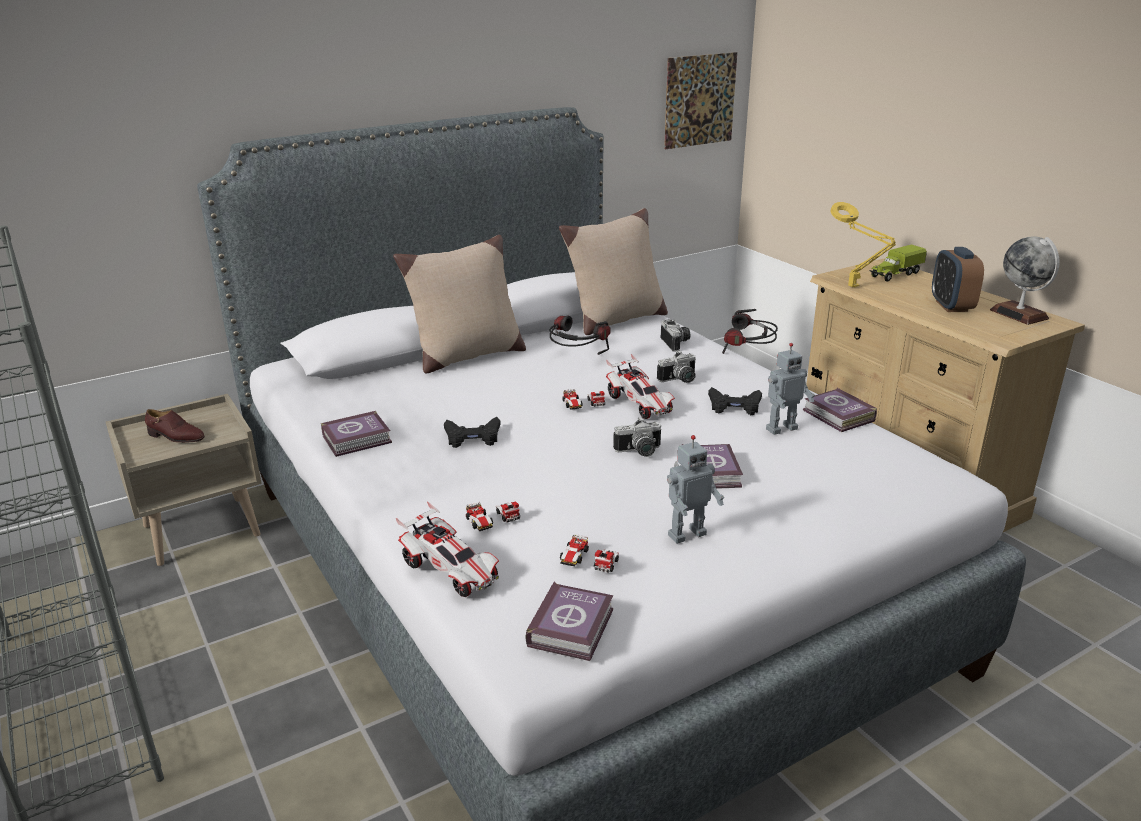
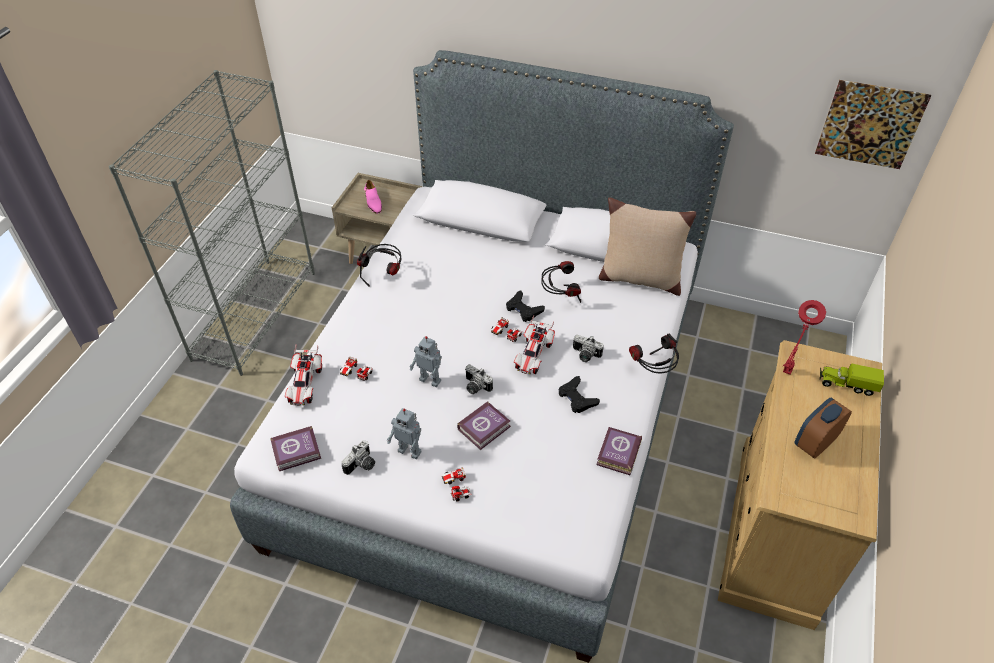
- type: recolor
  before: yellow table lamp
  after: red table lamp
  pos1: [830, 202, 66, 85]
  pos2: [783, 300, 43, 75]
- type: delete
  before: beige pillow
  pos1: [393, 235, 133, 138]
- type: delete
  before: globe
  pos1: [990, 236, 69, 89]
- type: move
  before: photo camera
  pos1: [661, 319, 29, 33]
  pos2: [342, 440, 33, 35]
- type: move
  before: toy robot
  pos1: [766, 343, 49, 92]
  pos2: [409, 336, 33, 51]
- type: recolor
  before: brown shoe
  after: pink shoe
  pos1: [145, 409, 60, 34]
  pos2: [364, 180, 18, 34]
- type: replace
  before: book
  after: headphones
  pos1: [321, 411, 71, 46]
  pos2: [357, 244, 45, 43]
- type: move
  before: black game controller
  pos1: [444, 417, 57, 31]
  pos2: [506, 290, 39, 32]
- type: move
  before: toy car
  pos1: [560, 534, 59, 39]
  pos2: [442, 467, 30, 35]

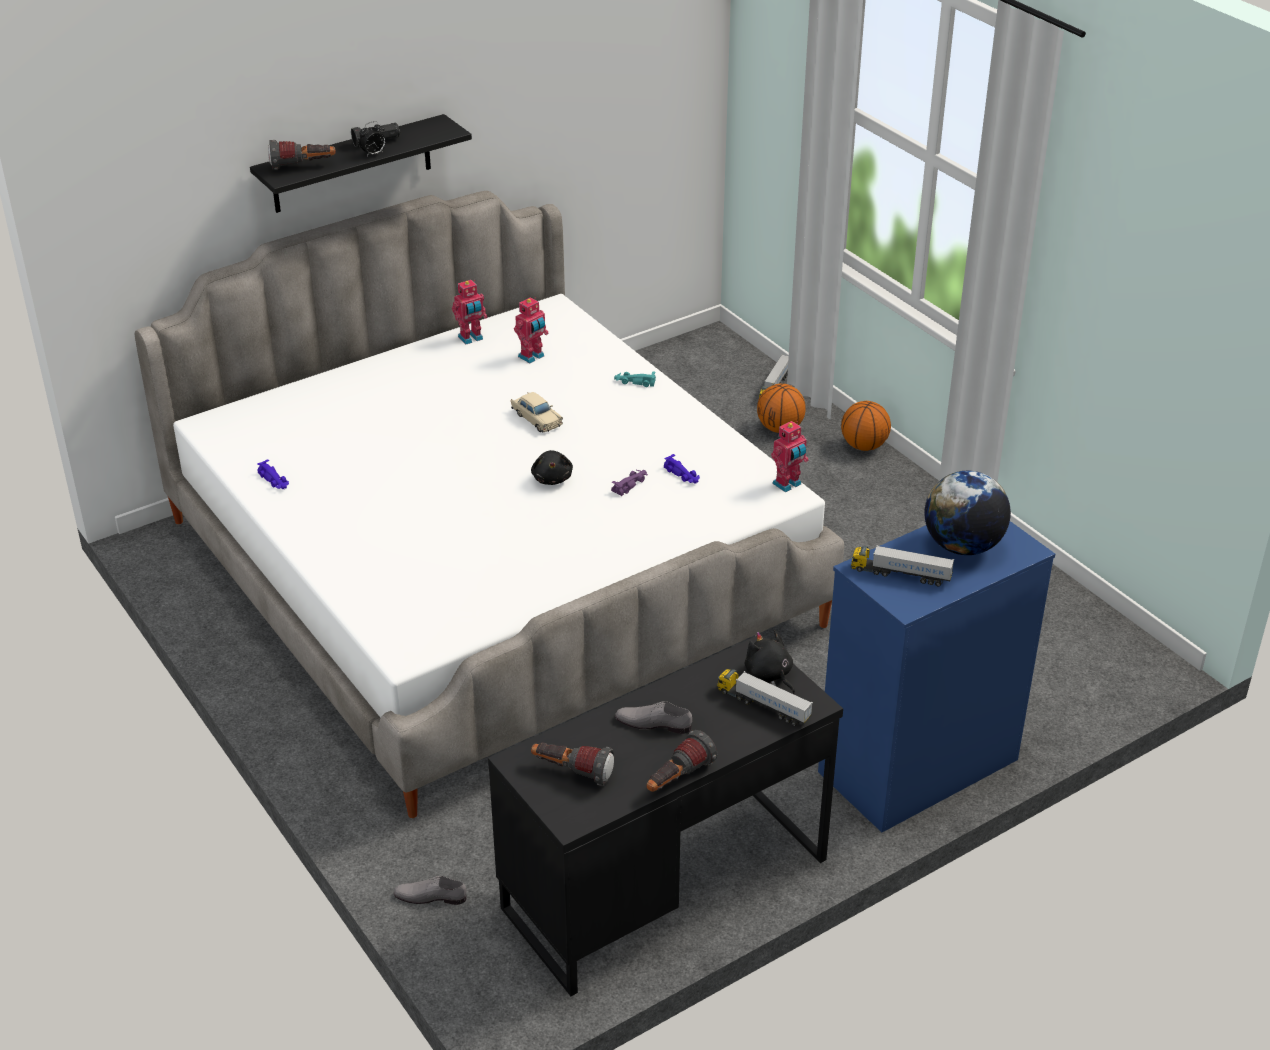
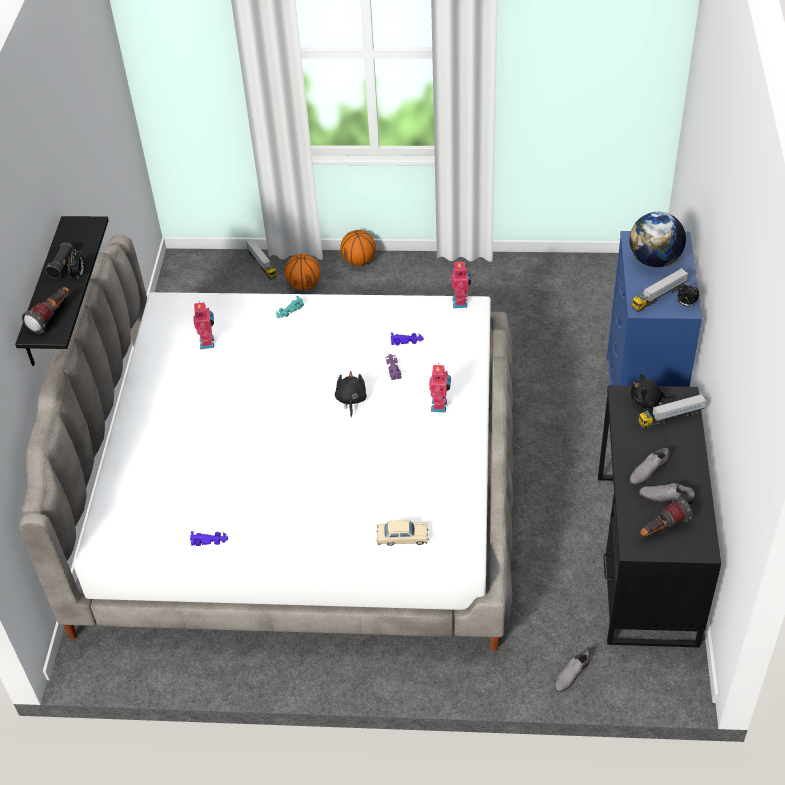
- type: move
  before: toy robot
  pos1: [452, 280, 35, 64]
  pos2: [429, 363, 22, 50]
- type: move
  before: beige toy car
  pos1: [511, 392, 52, 40]
  pos2: [377, 520, 52, 26]
- type: rotate
  before: black plush toy
  pos1: [531, 450, 42, 35]
  pos2: [335, 371, 32, 46]
  turn: -120
- type: delete
  before: flashlight
  pos1: [646, 730, 71, 62]
- type: insert
  after: alarm clock
  pos2: [677, 283, 22, 24]
- type: insert
  after: grey shoe
  pos2: [639, 483, 56, 21]

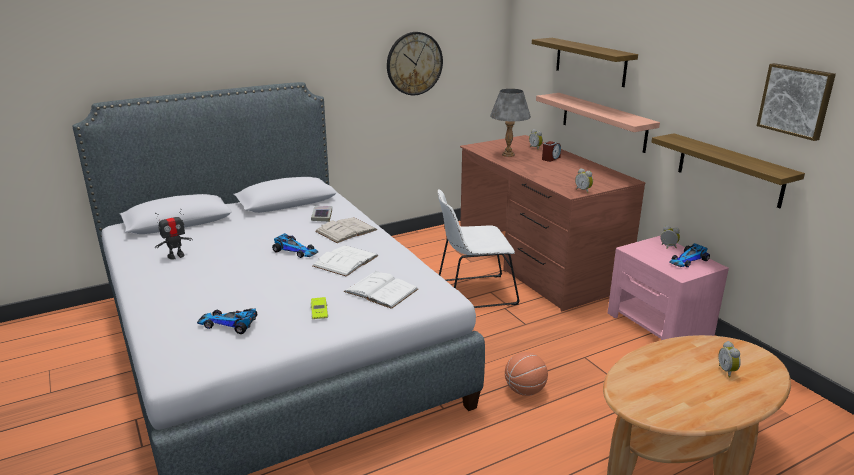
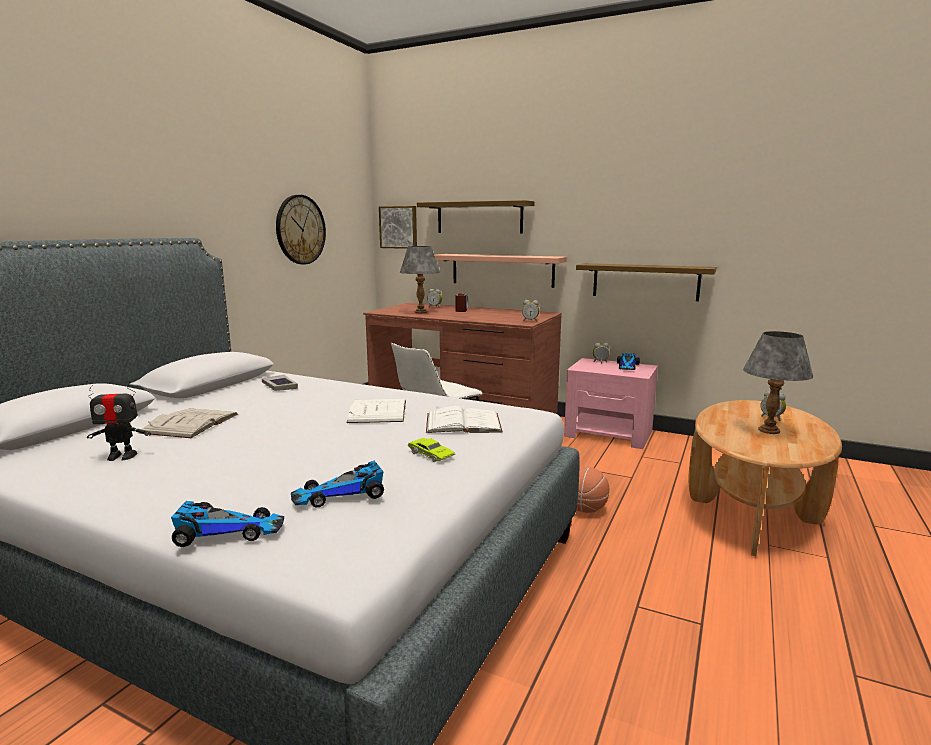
- type: move
  before: picture
  pos1: [757, 63, 79, 78]
  pos2: [379, 206, 38, 43]
- type: rotate
  before: toy robot
  pos1: [155, 209, 38, 50]
  pos2: [86, 381, 65, 80]
  turn: 60
- type: move
  before: white book
  pos1: [315, 218, 62, 25]
  pos2: [139, 408, 99, 30]
- type: move
  before: toy car
  pos1: [272, 233, 46, 25]
  pos2: [171, 501, 113, 46]
- type: insert
  after: grey table lamp
  pos2: [743, 331, 70, 103]

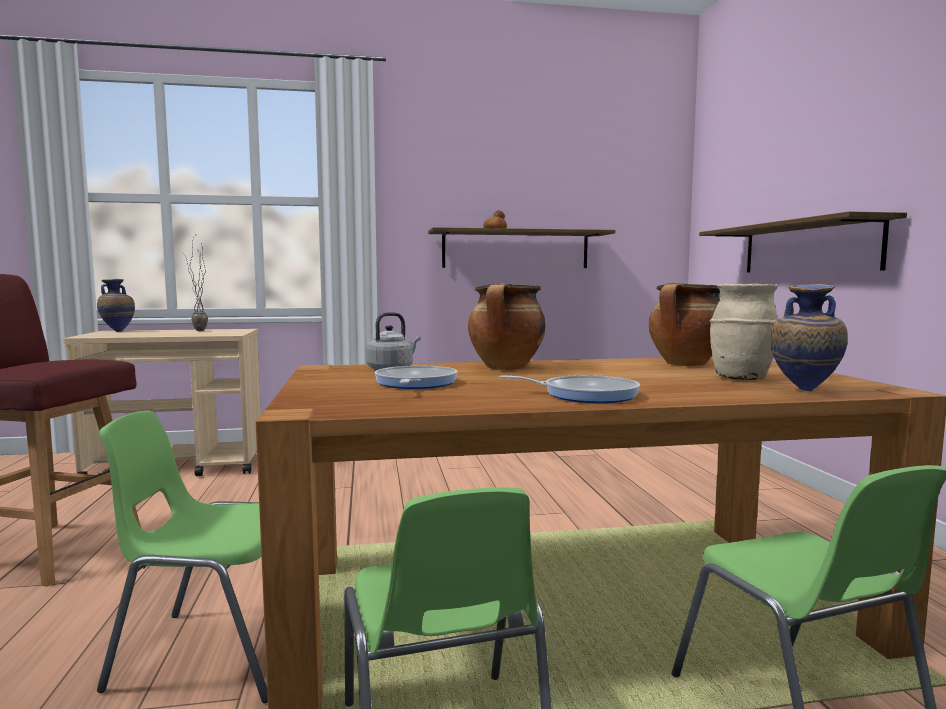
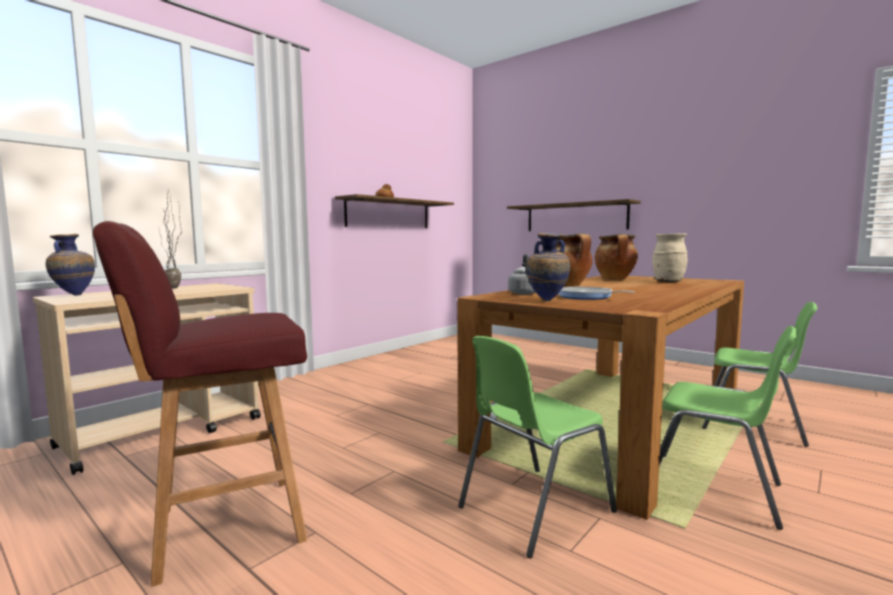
- type: move
  before: vase
  pos1: [771, 284, 77, 107]
  pos2: [526, 233, 44, 68]
- type: delete
  before: frying pan
  pos1: [499, 375, 141, 28]

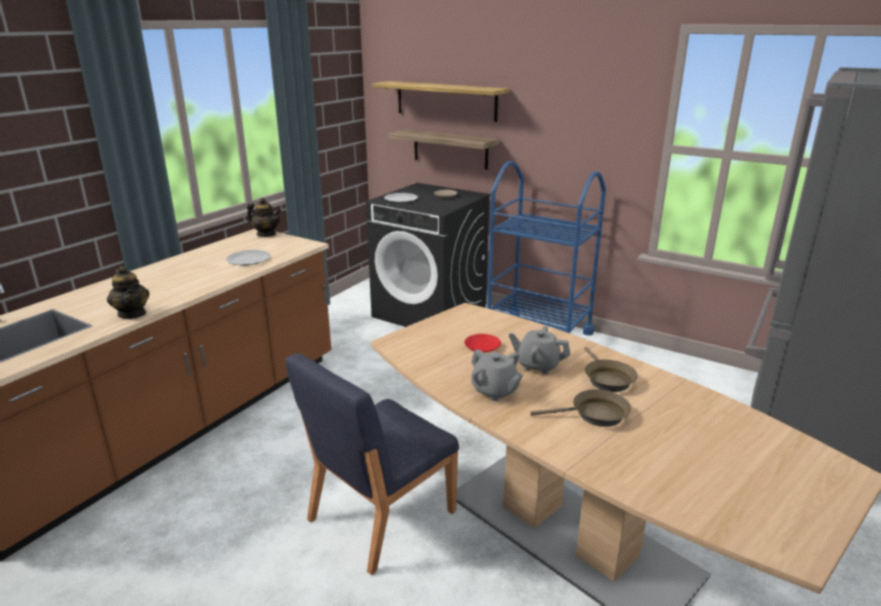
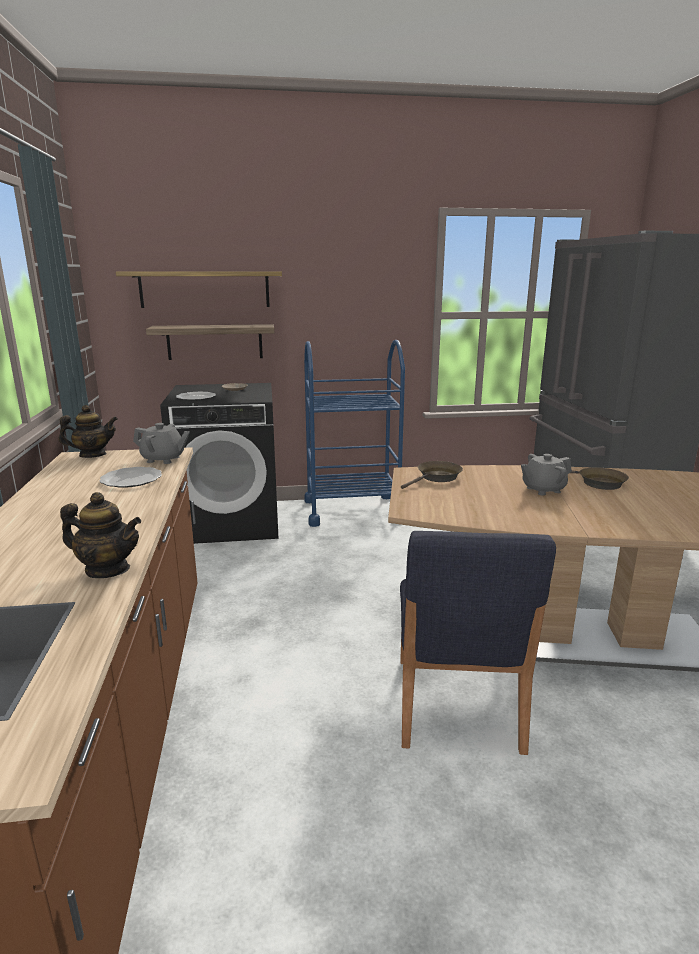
- type: delete
  before: red plate
  pos1: [464, 334, 37, 18]
- type: move
  before: grey teapot
  pos1: [471, 349, 52, 53]
  pos2: [133, 423, 57, 41]
- type: move
  before: brown frying pan
  pos1: [530, 389, 101, 38]
  pos2: [401, 461, 62, 28]

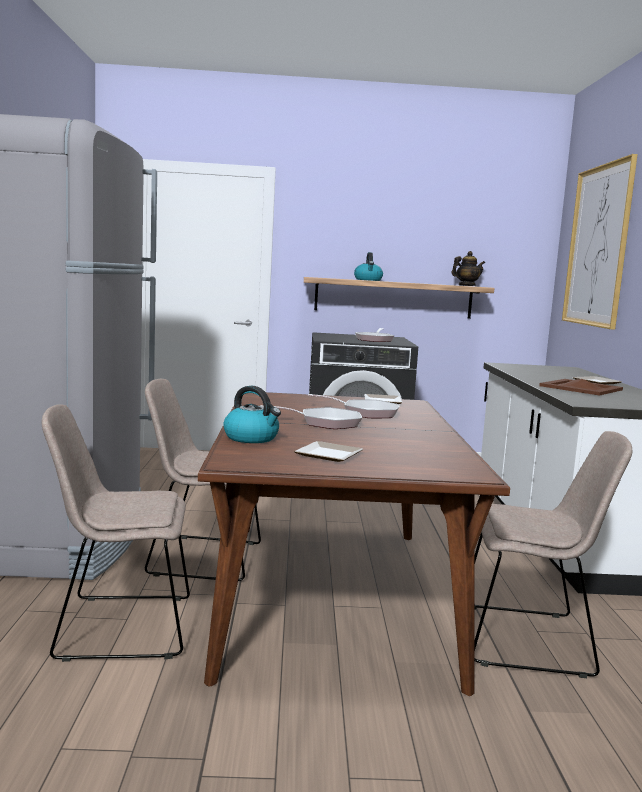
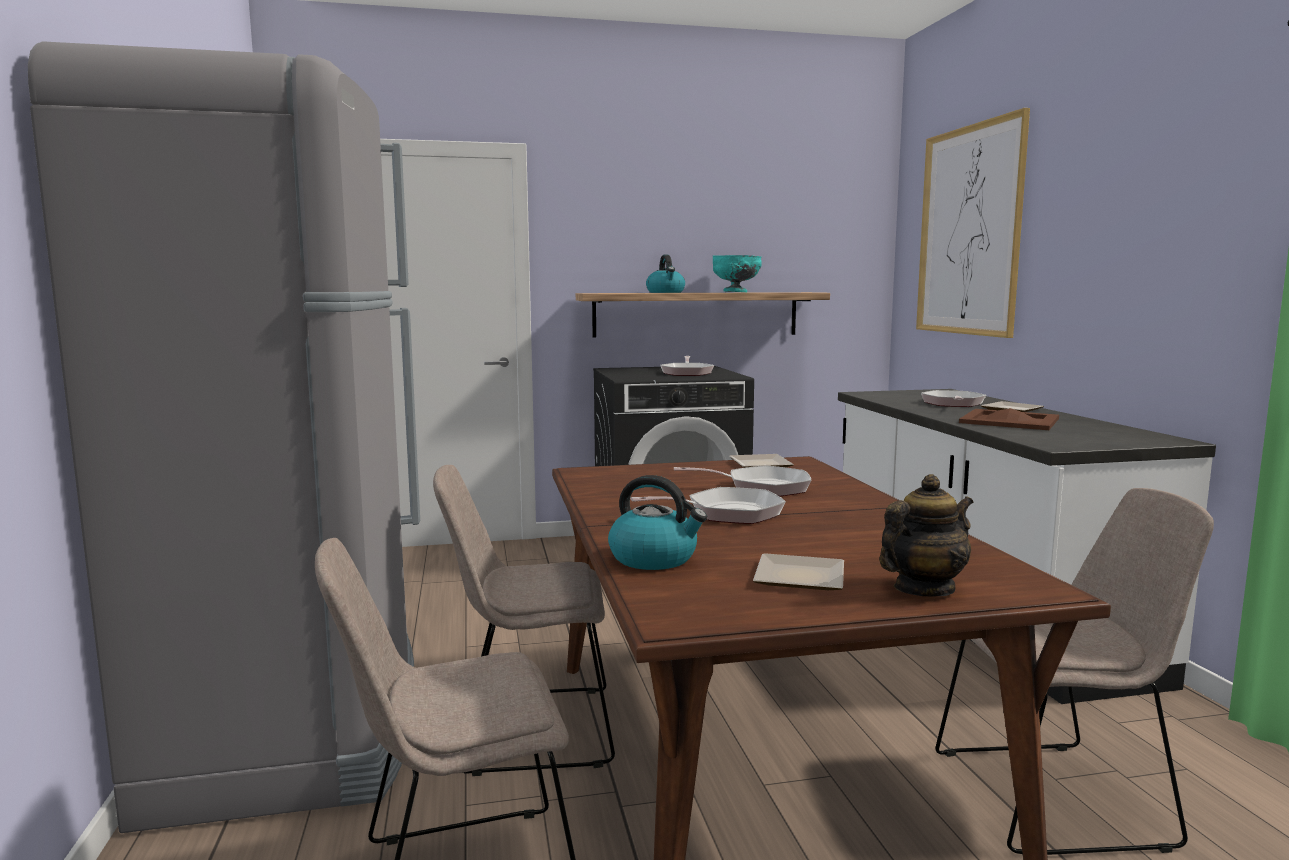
- type: move
  before: teapot
  pos1: [452, 251, 33, 35]
  pos2: [879, 474, 95, 122]
- type: insert
  after: turquoise bowl
  pos2: [713, 255, 49, 37]
- type: insert
  after: frying pan
  pos2: [921, 390, 65, 17]

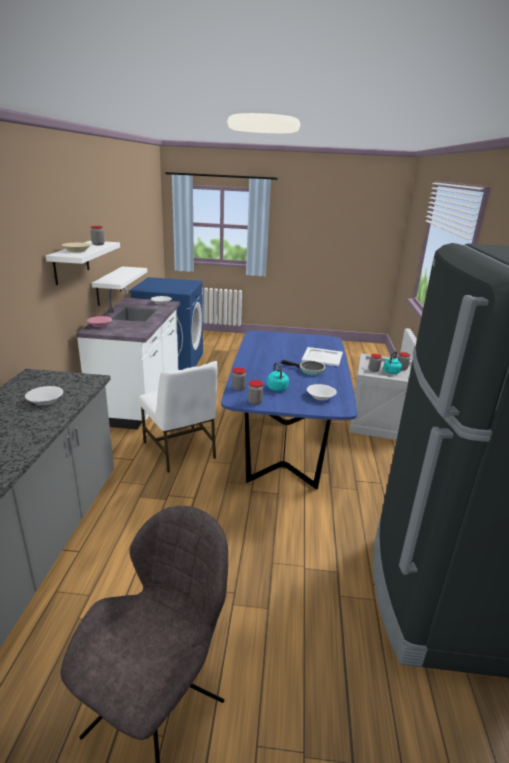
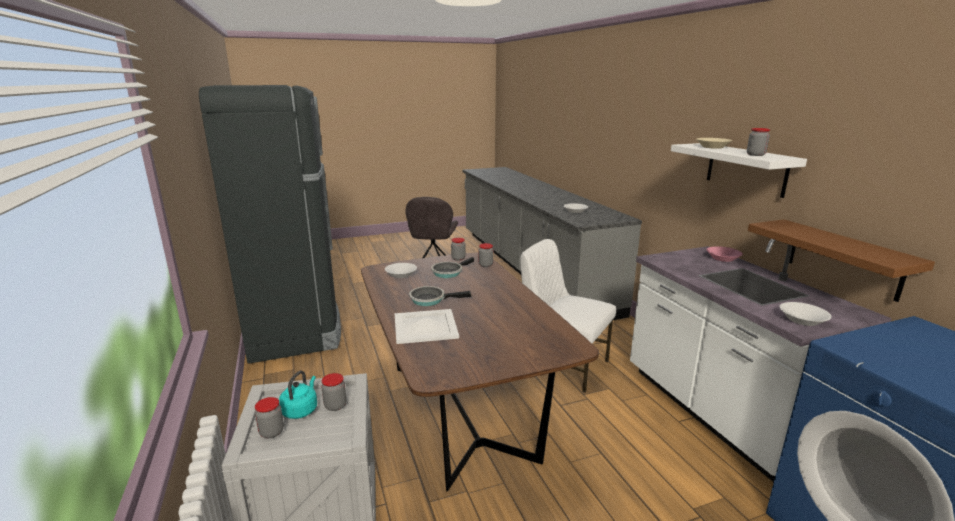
- type: recolor
  before: white shelf
  after: brown shelf
  pos1: [92, 266, 55, 40]
  pos2: [748, 219, 187, 83]
- type: recolor
  before: blue dining table
  after: brown dining table
  pos1: [221, 331, 136, 159]
  pos2: [361, 253, 238, 239]
- type: replace
  before: turquoise kettle
  after: frying pan
  pos1: [267, 362, 22, 29]
  pos2: [431, 257, 43, 21]

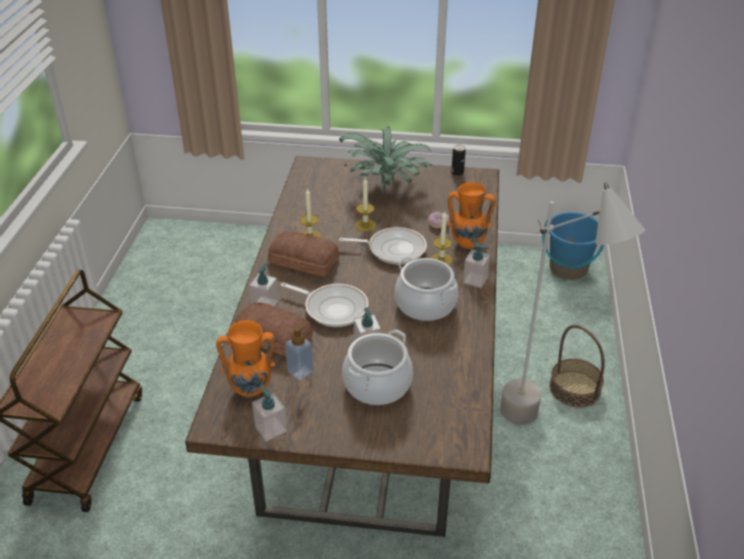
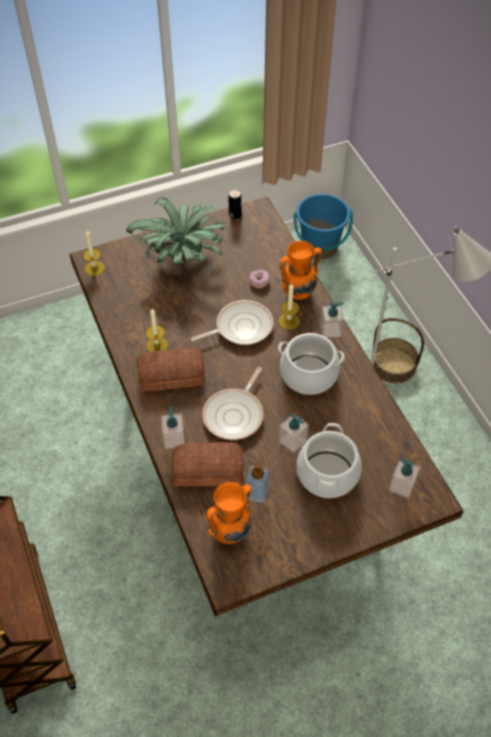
- type: move
  before: candle
  pos1: [355, 178, 21, 54]
  pos2: [83, 230, 22, 46]
- type: rotate
  before: frying pan
  pos1: [281, 283, 88, 44]
  pos2: [202, 367, 62, 73]
  turn: 120
- type: move
  before: soap dispenser
  pos1: [252, 385, 35, 57]
  pos2: [389, 458, 31, 40]

